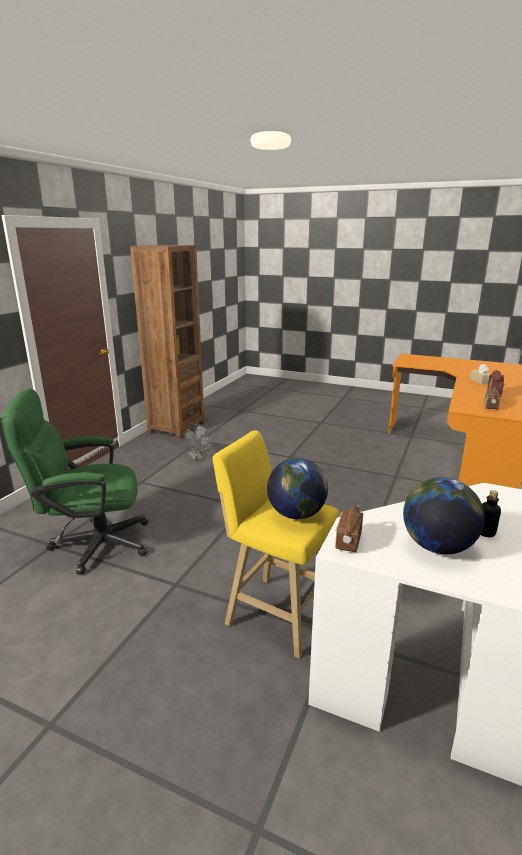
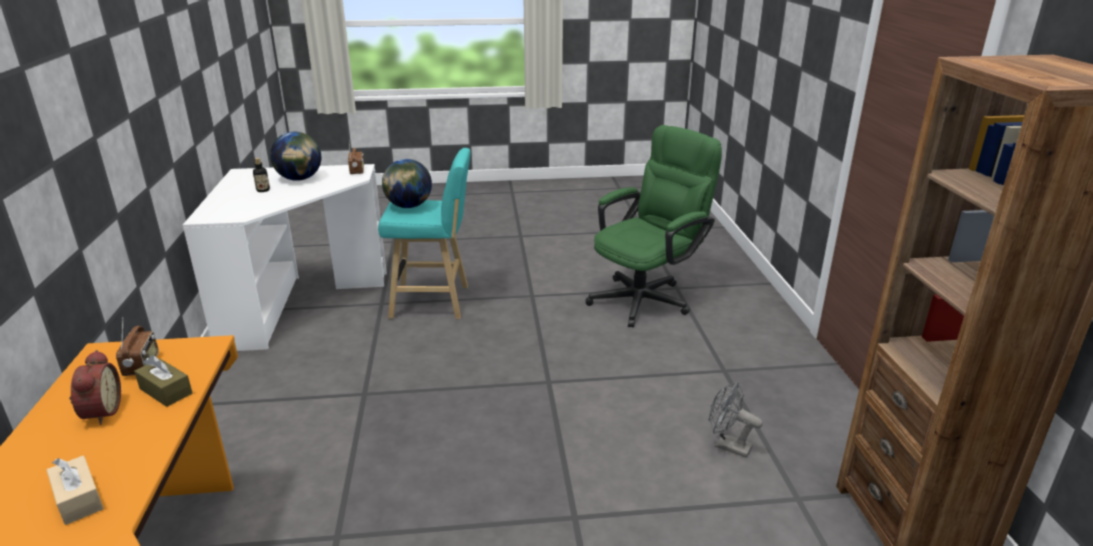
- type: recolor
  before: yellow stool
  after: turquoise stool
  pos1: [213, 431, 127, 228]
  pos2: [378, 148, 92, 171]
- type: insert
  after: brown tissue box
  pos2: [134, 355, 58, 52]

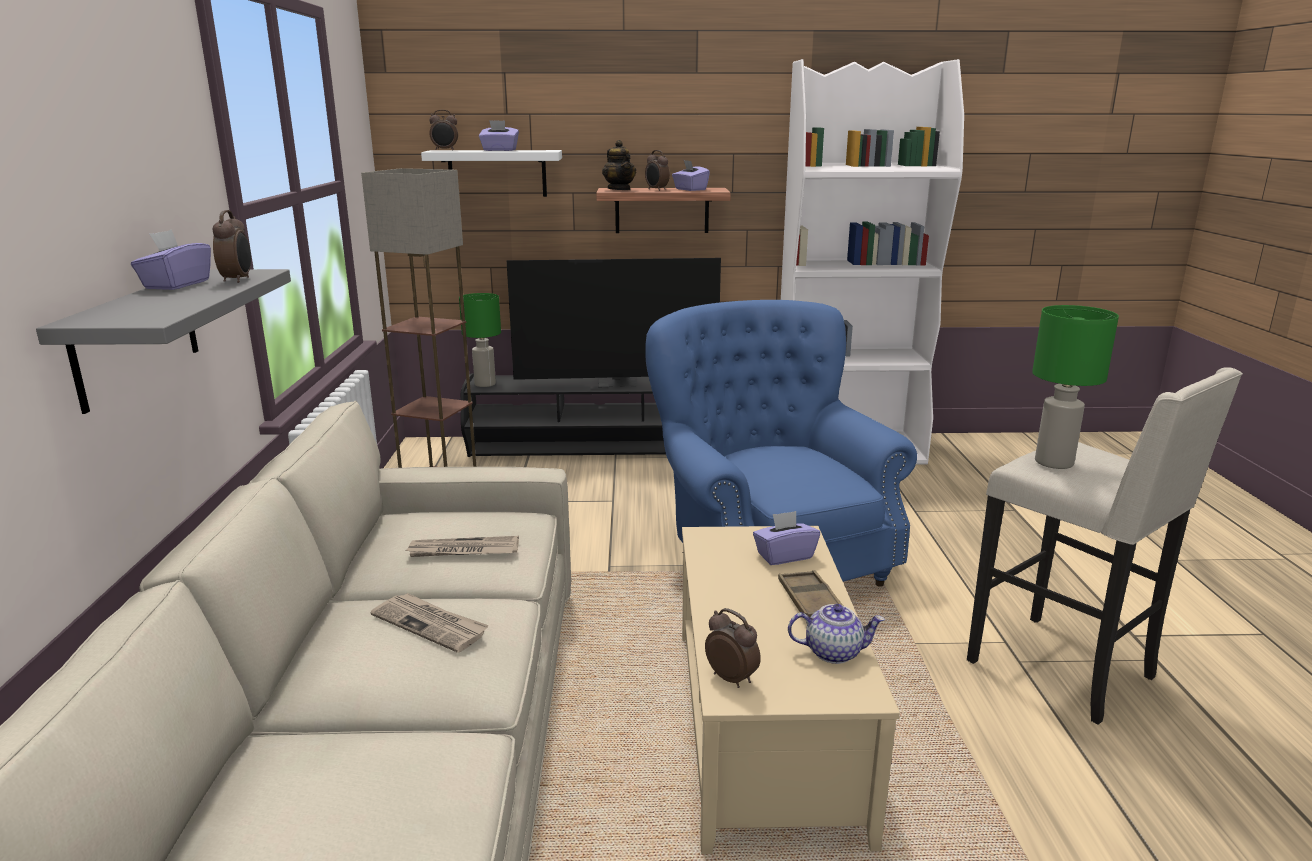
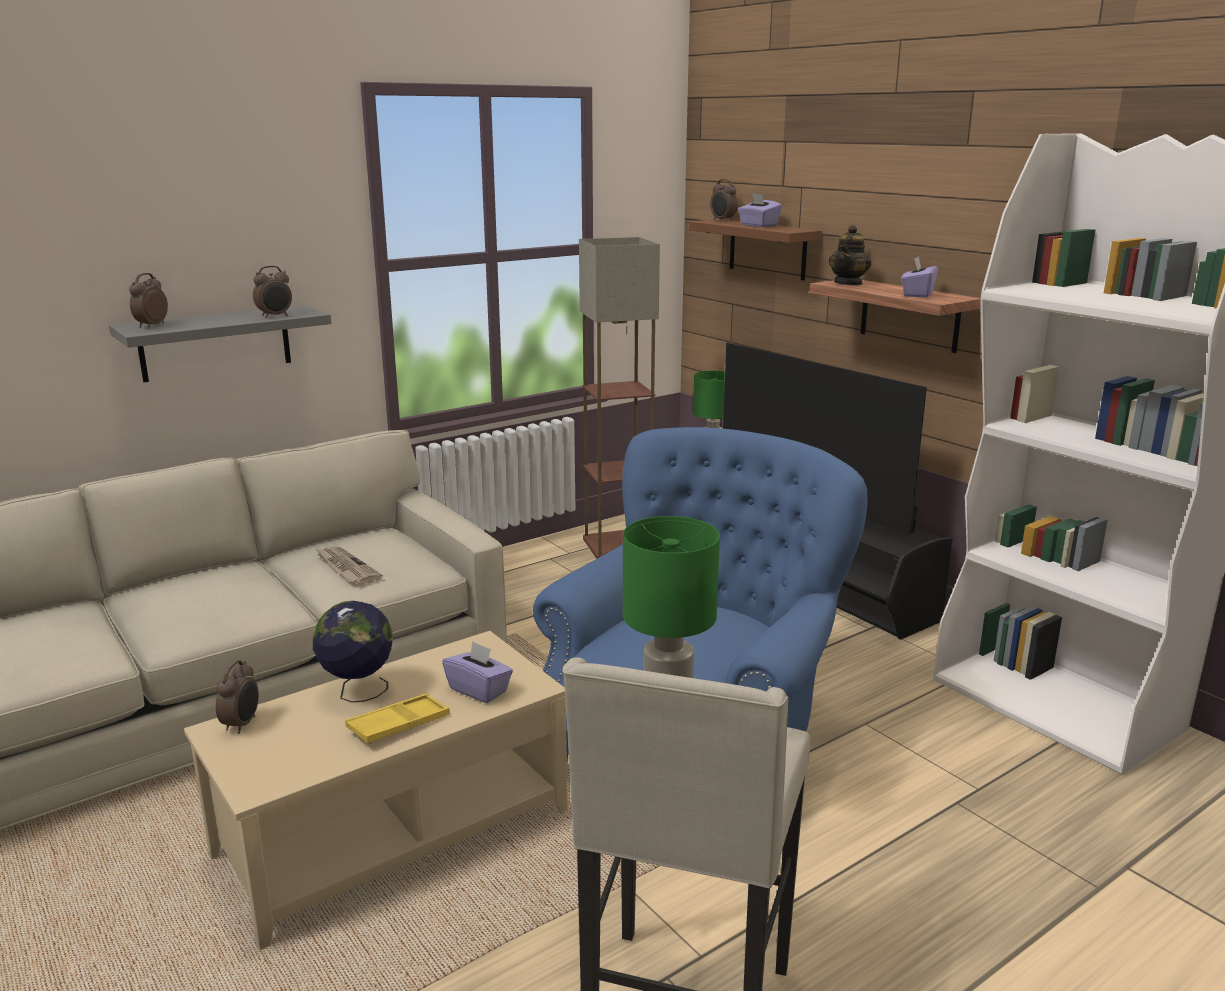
- type: recolor
  before: white shelf
  after: brown shelf
  pos1: [421, 150, 141, 47]
  pos2: [689, 219, 133, 62]
- type: move
  before: alarm clock
  pos1: [645, 150, 25, 41]
  pos2: [129, 273, 39, 55]
- type: delete
  before: purple tissue box
  pos1: [131, 229, 80, 61]
- type: recolor
  before: brown tray
  after: yellow tray
  pos1: [778, 570, 65, 50]
  pos2: [345, 693, 105, 51]
- type: delete
  before: newspaper
  pos1: [371, 593, 118, 60]
- type: delete
  before: teapot
  pos1: [788, 604, 97, 60]
- type: insert
  after: globe
  pos2: [313, 601, 80, 102]

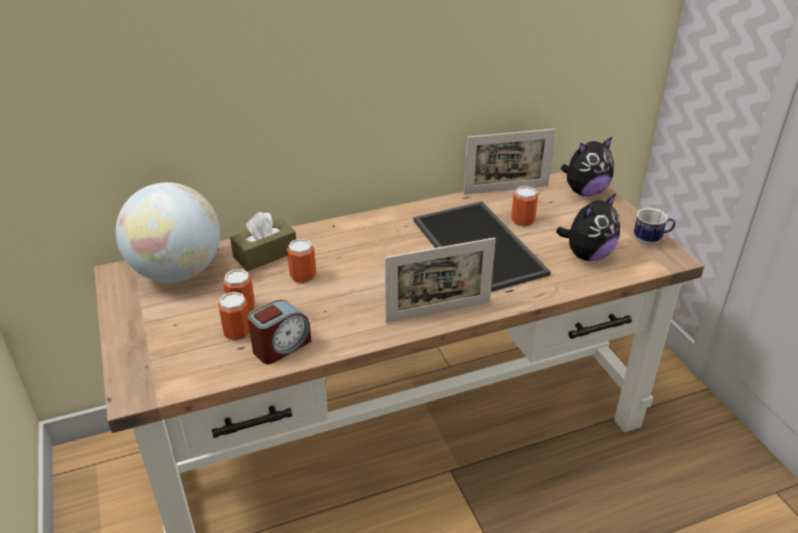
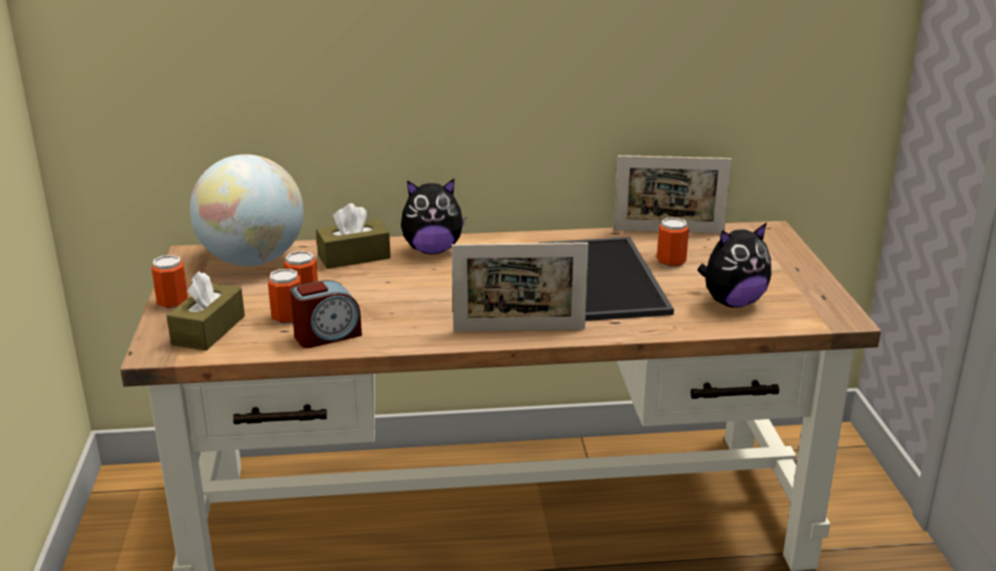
- type: move
  before: plush toy
  pos1: [561, 137, 53, 59]
  pos2: [401, 179, 65, 75]
- type: delete
  before: mug
  pos1: [634, 208, 42, 38]
- type: move
  before: can
  pos1: [287, 239, 29, 45]
  pos2: [152, 255, 36, 55]
- type: insert
  after: brown tissue box
  pos2: [167, 271, 78, 80]

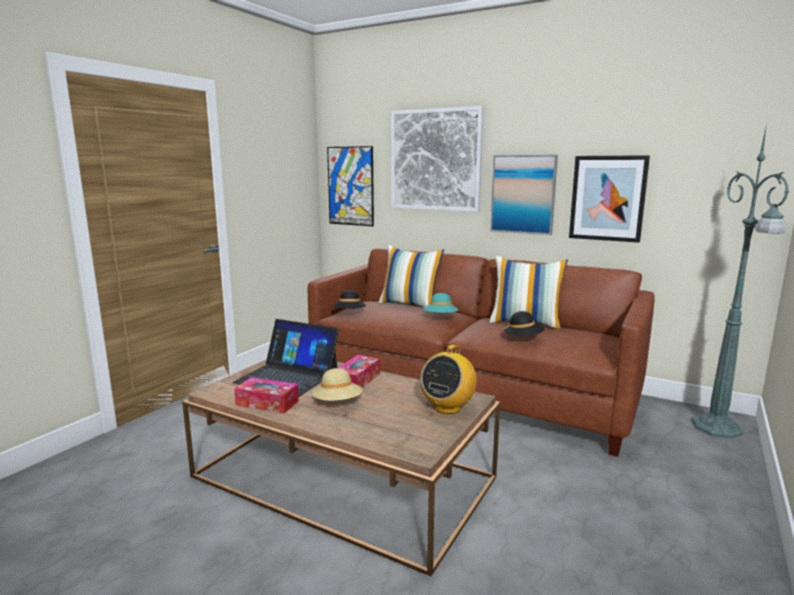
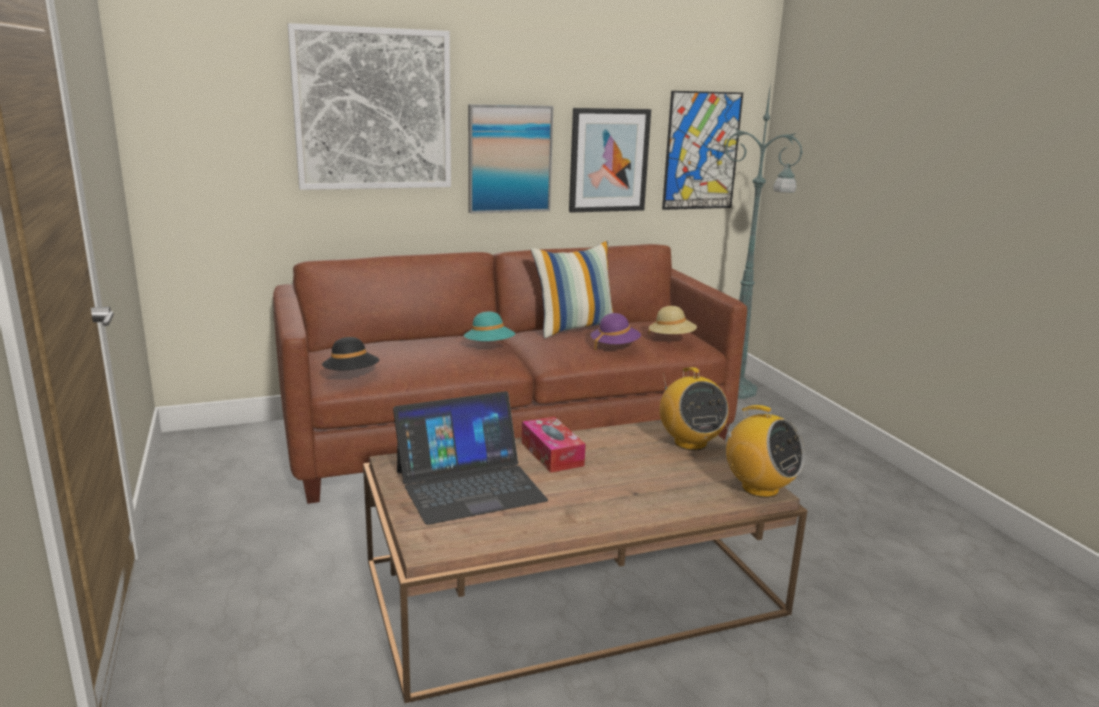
- type: move
  before: picture
  pos1: [327, 146, 47, 80]
  pos2: [662, 91, 81, 119]
- type: delete
  before: pillow
  pos1: [379, 245, 65, 62]
- type: recolor
  before: black hat
  after: purple hat
  pos1: [503, 311, 41, 24]
  pos2: [591, 313, 50, 38]
- type: move
  before: beige hat
  pos1: [312, 368, 51, 33]
  pos2: [648, 306, 49, 30]
- type: delete
  before: tissue box
  pos1: [234, 377, 65, 37]
- type: insert
  after: radio
  pos2: [722, 405, 83, 93]

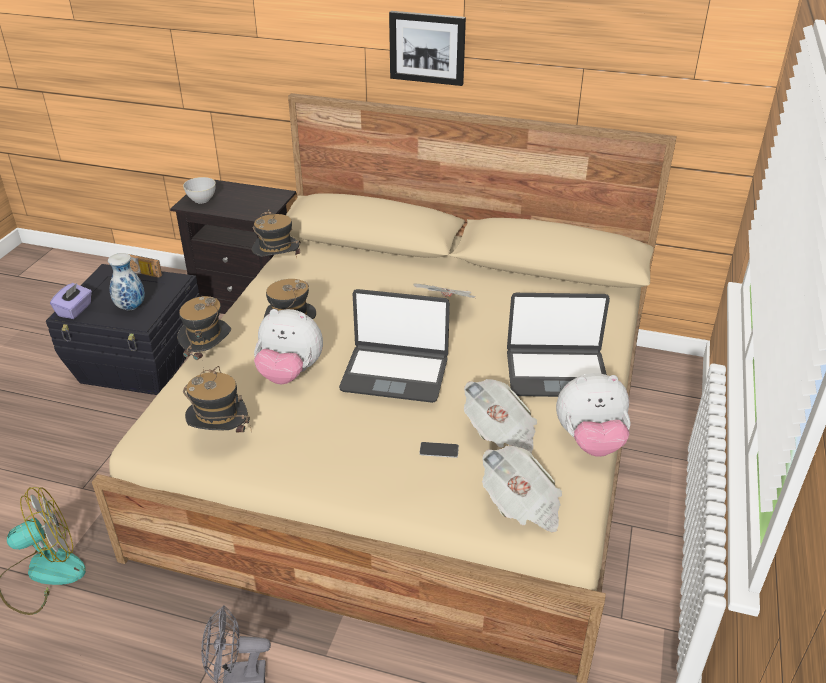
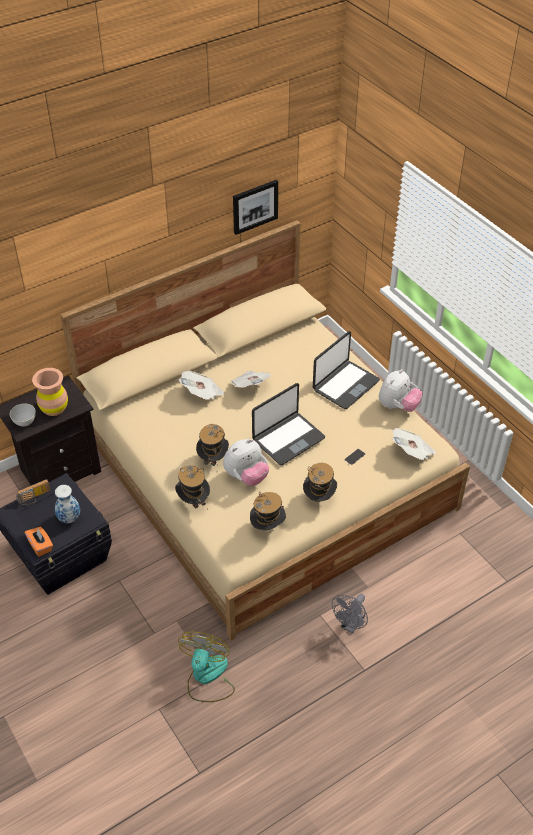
- type: move
  before: picture
  pos1: [389, 11, 77, 75]
  pos2: [233, 180, 45, 55]
- type: move
  before: hat
  pos1: [252, 210, 49, 49]
  pos2: [303, 463, 34, 39]
- type: recolor
  before: purple tissue box
  after: orange tissue box
  pos1: [50, 283, 42, 36]
  pos2: [25, 527, 28, 30]
- type: move
  before: newspaper
  pos1: [463, 379, 74, 75]
  pos2: [179, 370, 46, 30]
- type: insert
  after: brown vase
  pos2: [32, 368, 36, 48]

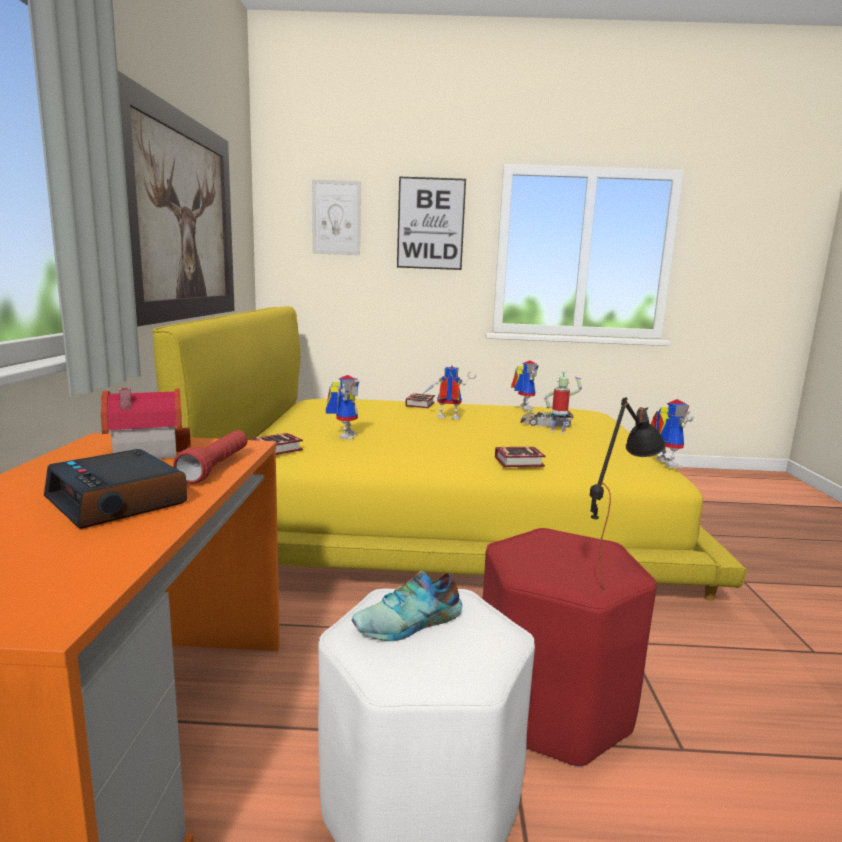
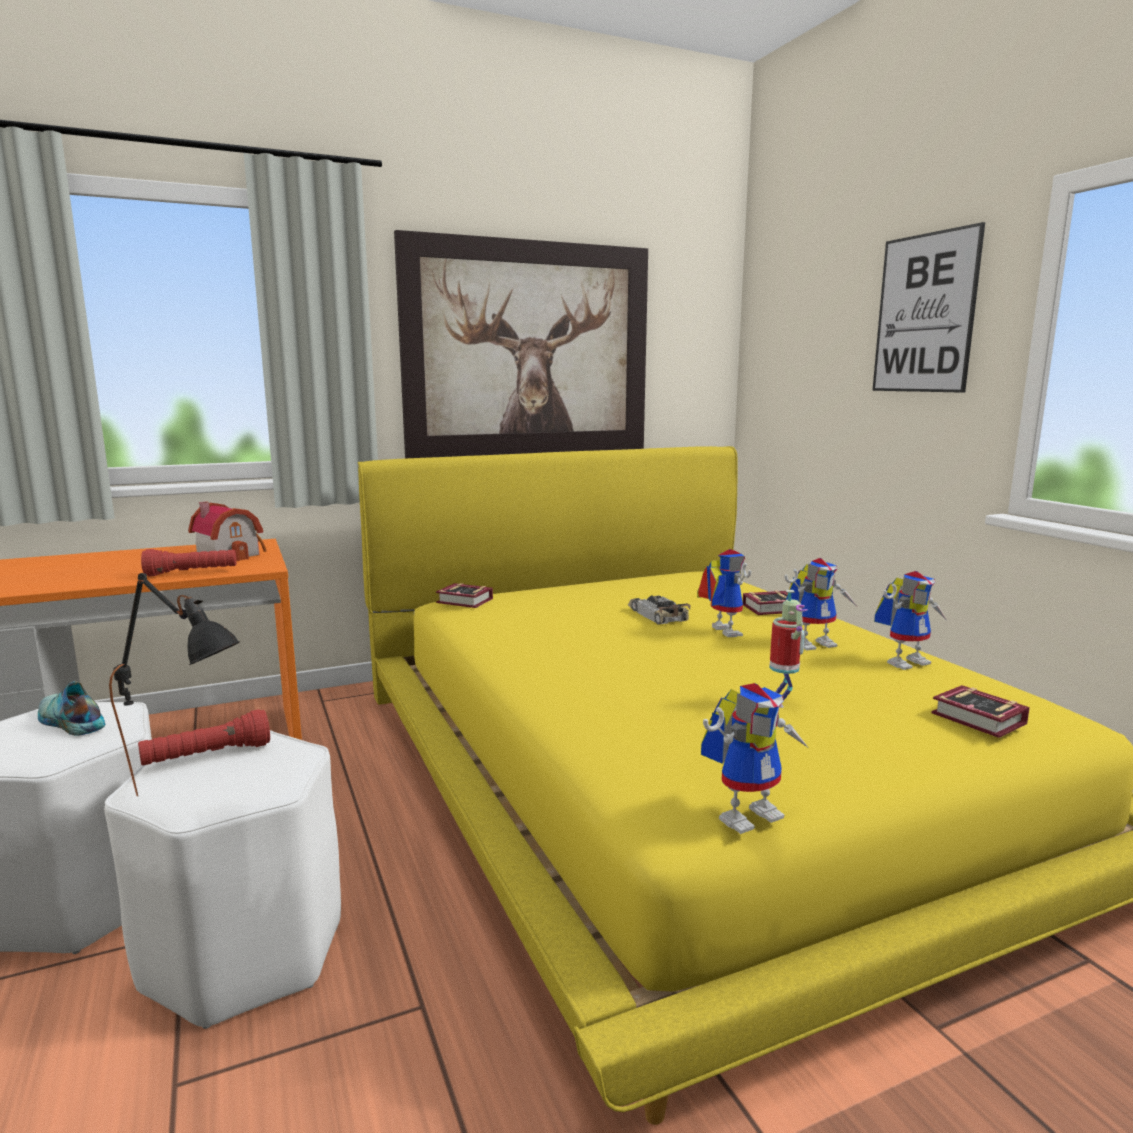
- type: delete
  before: picture
  pos1: [312, 180, 49, 75]
- type: move
  before: toy robot
  pos1: [326, 375, 34, 65]
  pos2: [784, 558, 73, 93]
- type: move
  before: toy car
  pos1: [520, 411, 54, 16]
  pos2: [628, 595, 62, 30]
- type: move
  before: book
  pos1: [495, 446, 51, 21]
  pos2: [931, 685, 99, 53]
- type: delete
  before: alarm clock
  pos1: [44, 449, 143, 80]
- type: recolor
  before: red stool
  after: white stool
  pos1: [482, 528, 175, 240]
  pos2: [104, 730, 237, 299]
- type: insert
  after: red flashlight
  pos2: [138, 709, 132, 57]

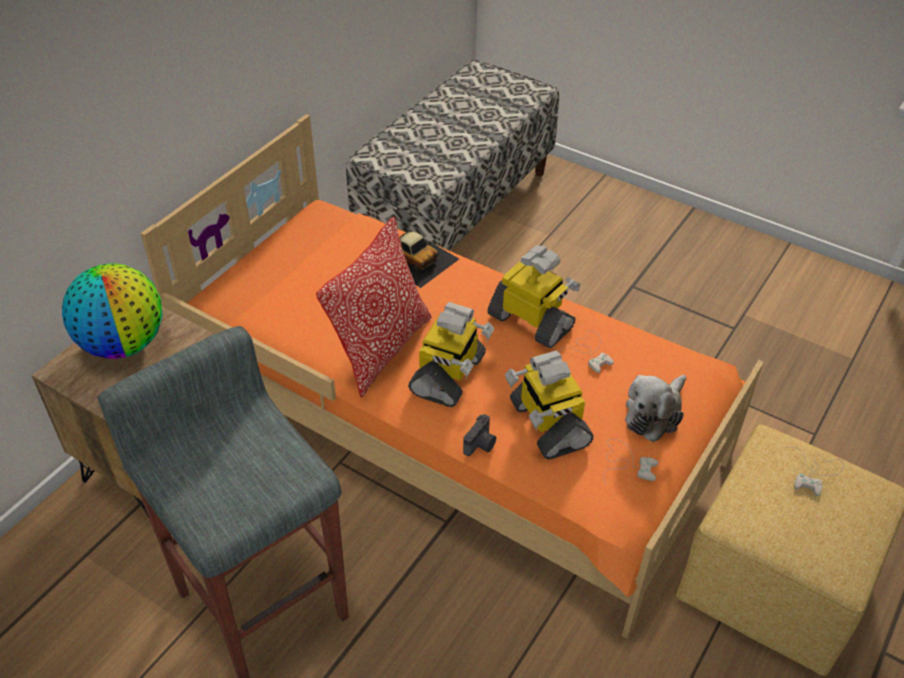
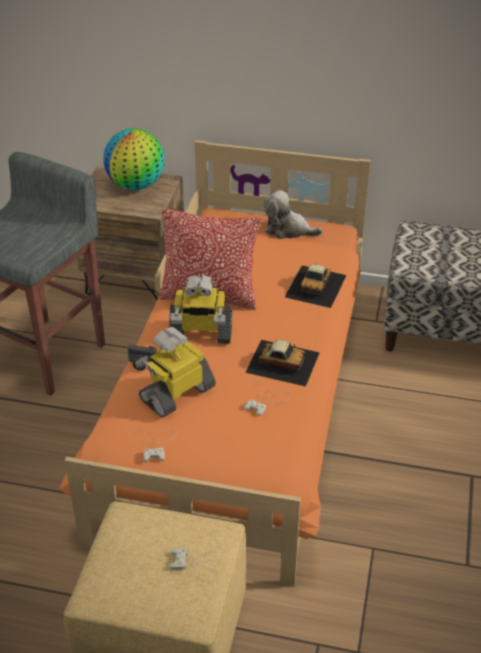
- type: replace
  before: toy robot
  after: toy car
  pos1: [487, 245, 93, 103]
  pos2: [245, 340, 75, 46]
- type: move
  before: plush toy
  pos1: [625, 375, 61, 67]
  pos2: [264, 190, 59, 49]

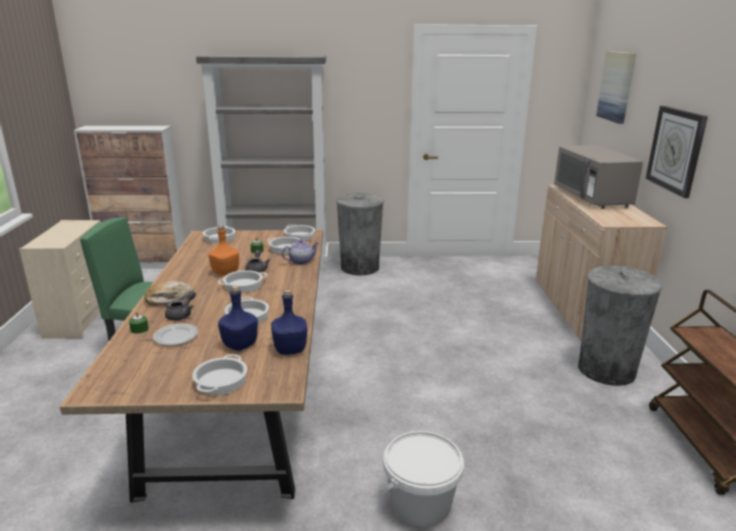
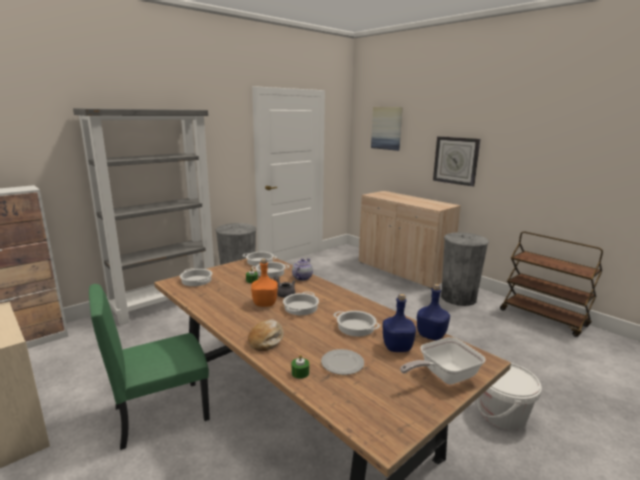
- type: delete
  before: grey microwave
  pos1: [554, 145, 89, 64]
- type: delete
  before: grey teapot
  pos1: [165, 291, 31, 29]
- type: replace
  before: cooking pot
  after: frying pan
  pos1: [192, 354, 55, 41]
  pos2: [400, 337, 86, 48]

